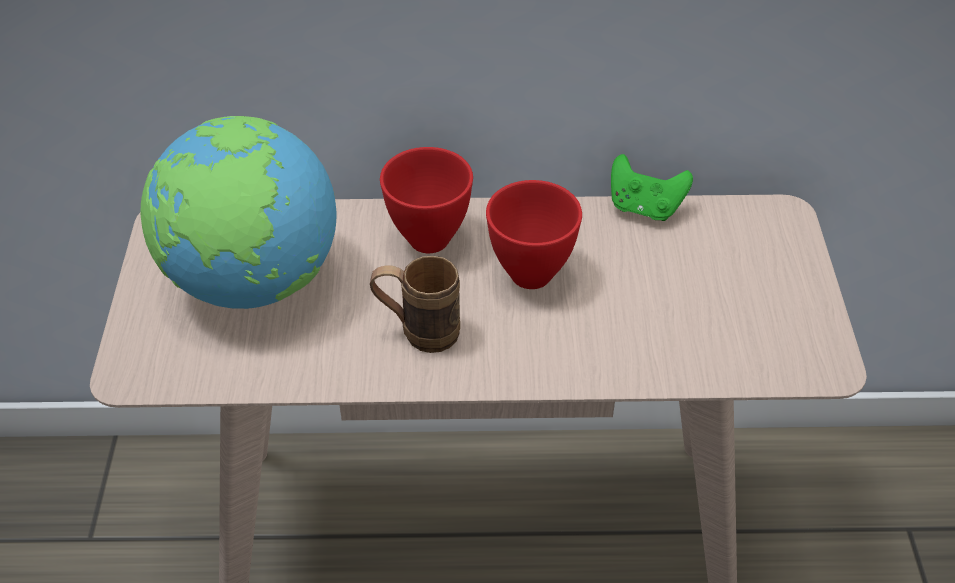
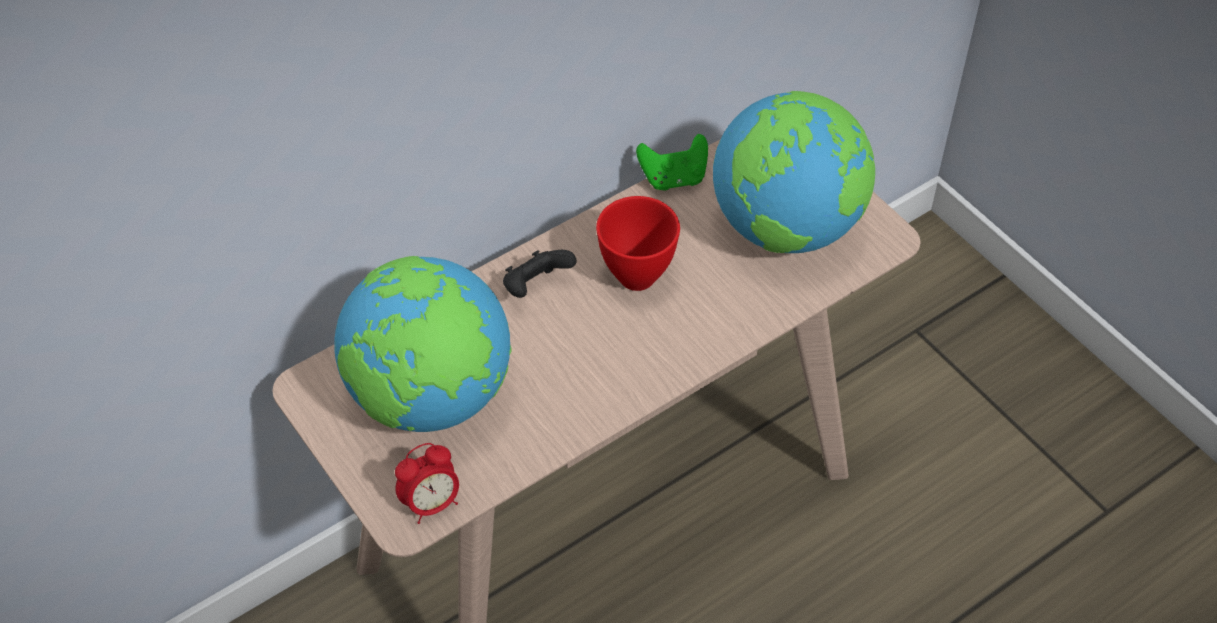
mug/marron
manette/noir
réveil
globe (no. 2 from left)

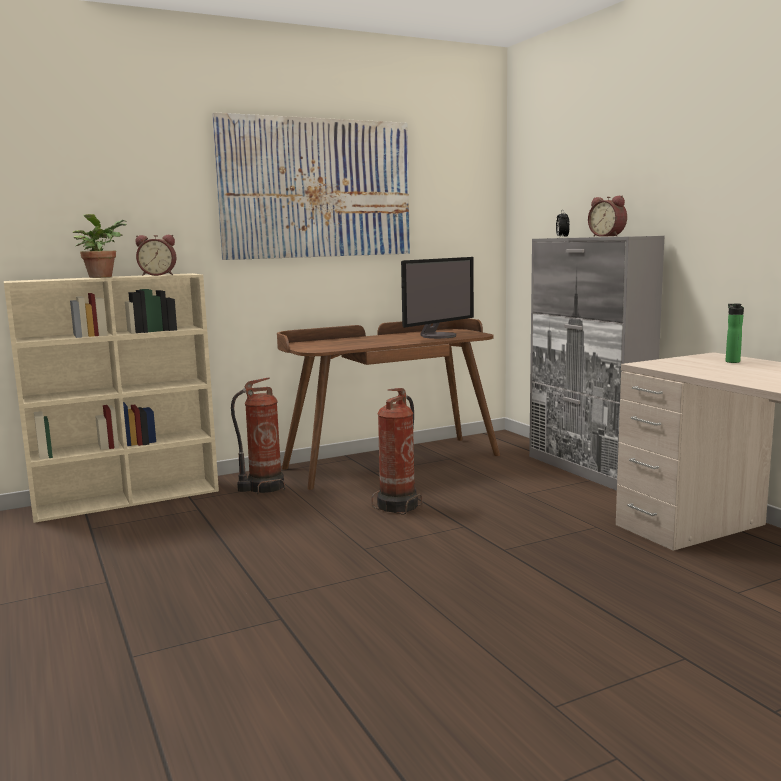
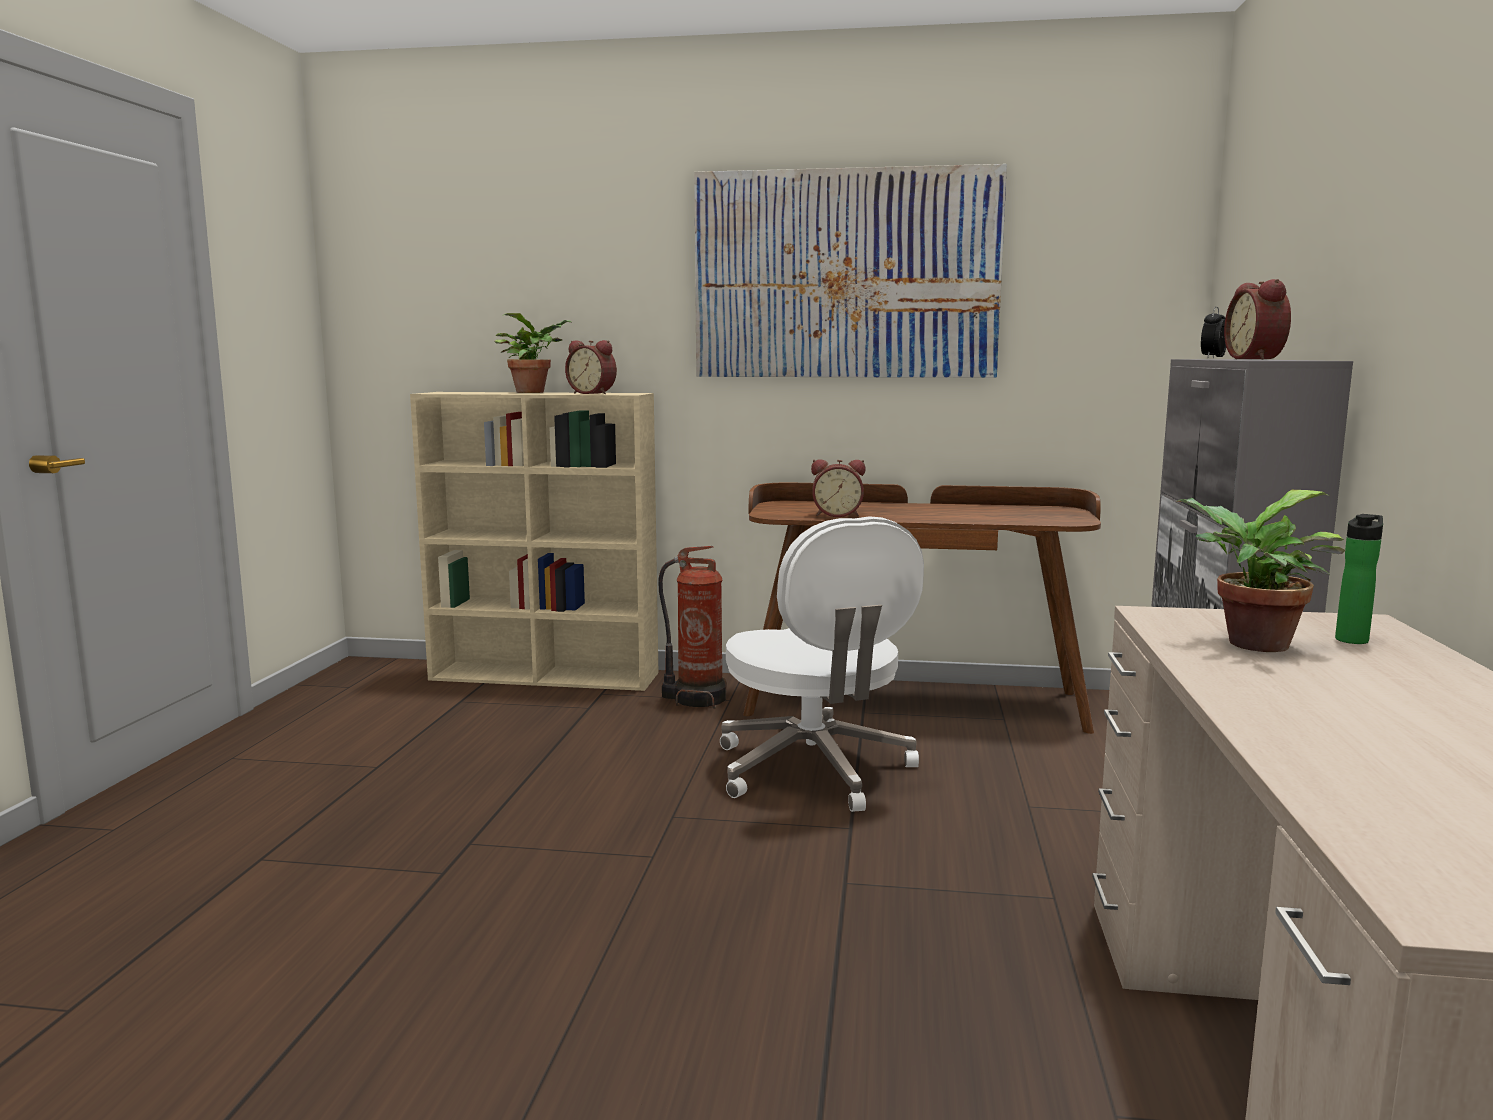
chaise de bureau/blanc
écran d'ordinateur
réveil (no. 2 from left)
plante en pot (no. 2 from left)

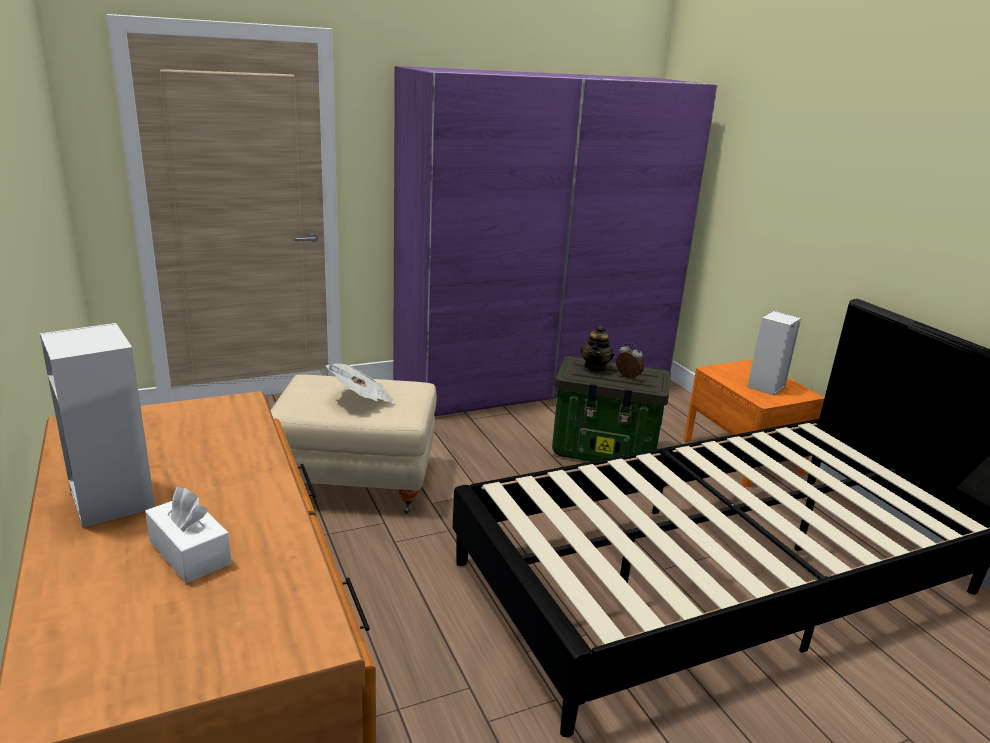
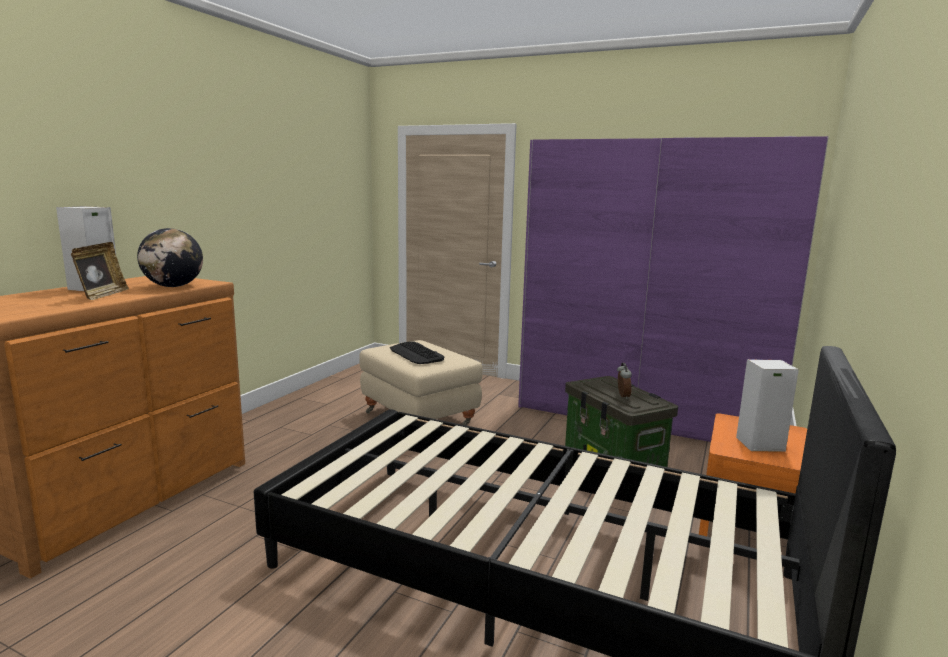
boîte à mouchoirs/blanc
clavier
théière
cadre photo
globe

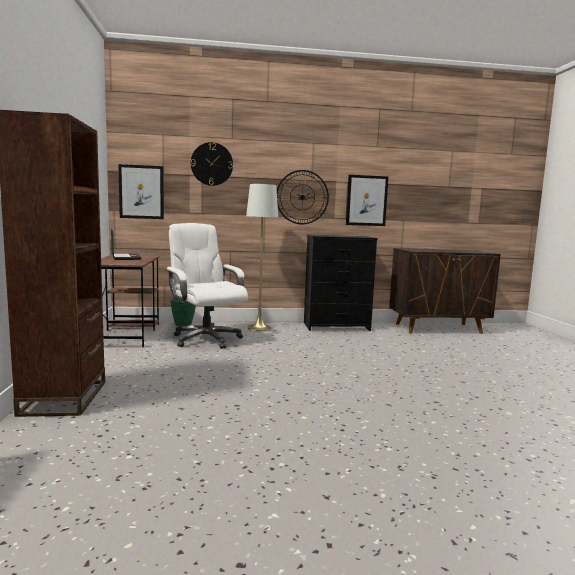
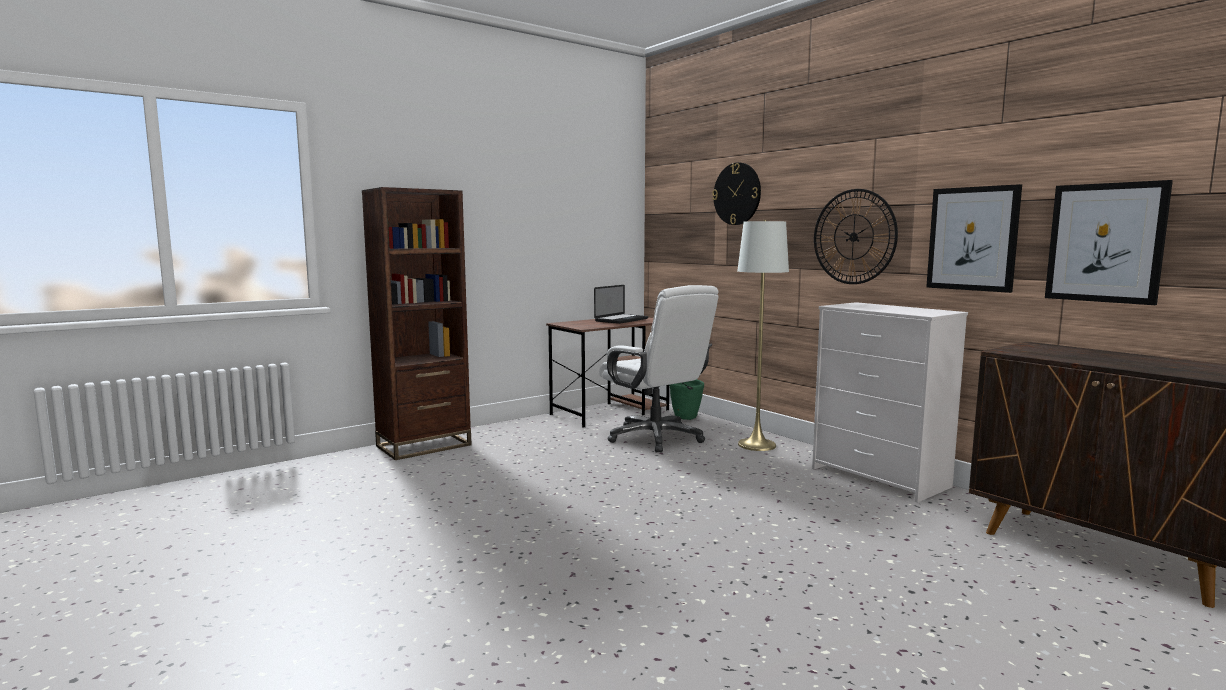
tableau (no. 2 from left)
chaise de bureau/blanc
commode/blanc

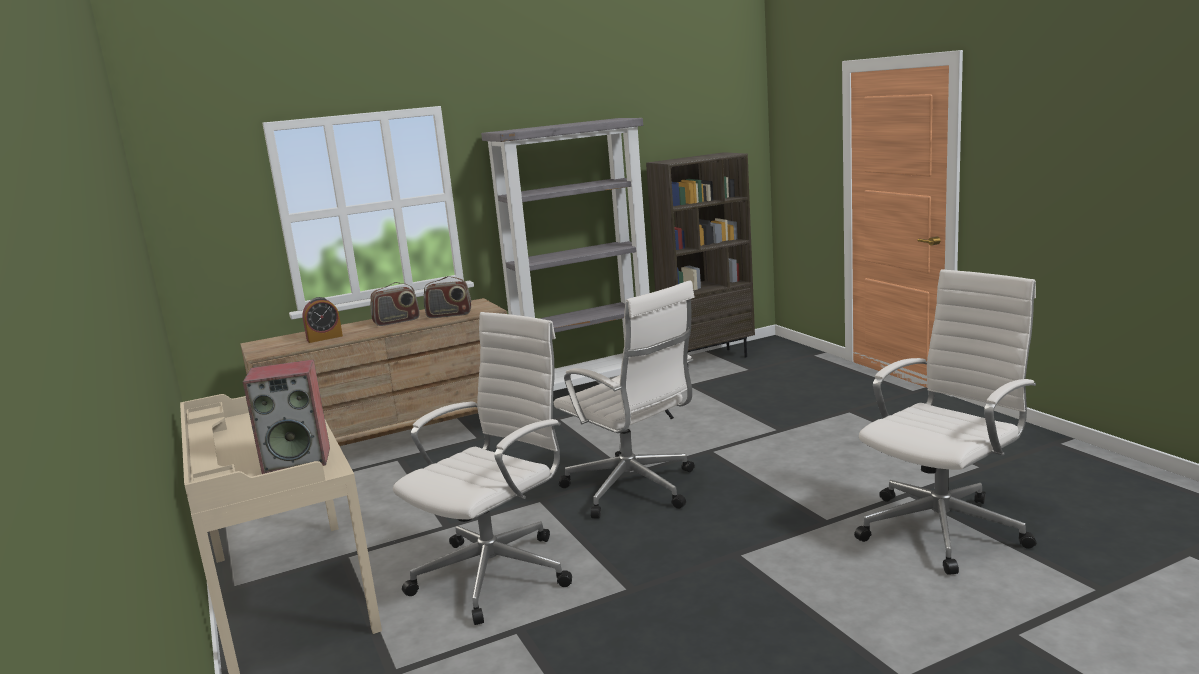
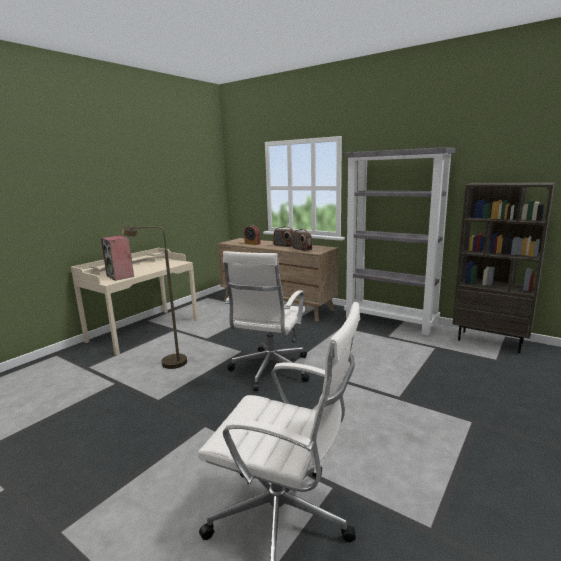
lampadaire/marron

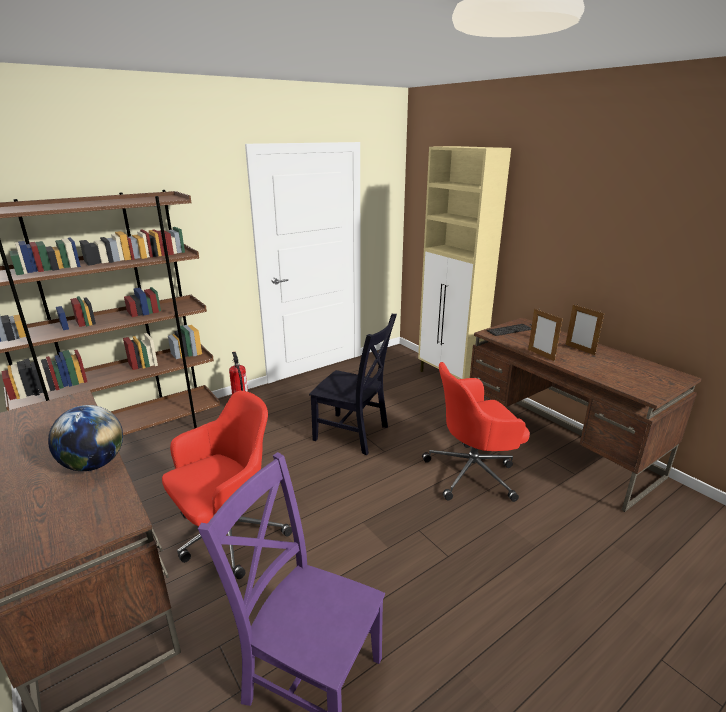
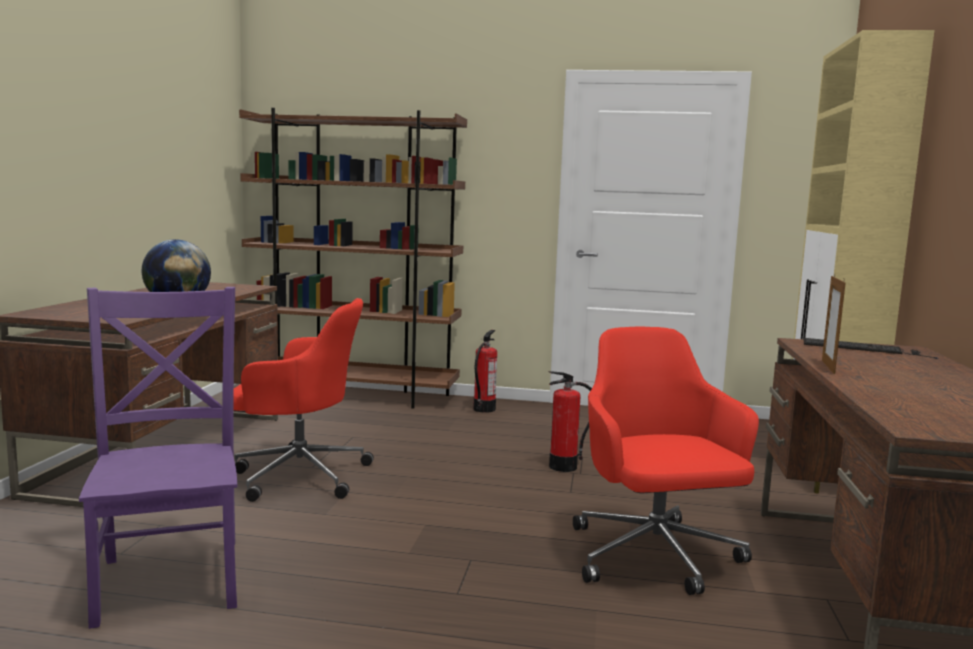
extincteur (no. 2 from left)
chaise de bureau/rouge (no. 2 from left)
cadre photo (no. 2 from left in the first image)

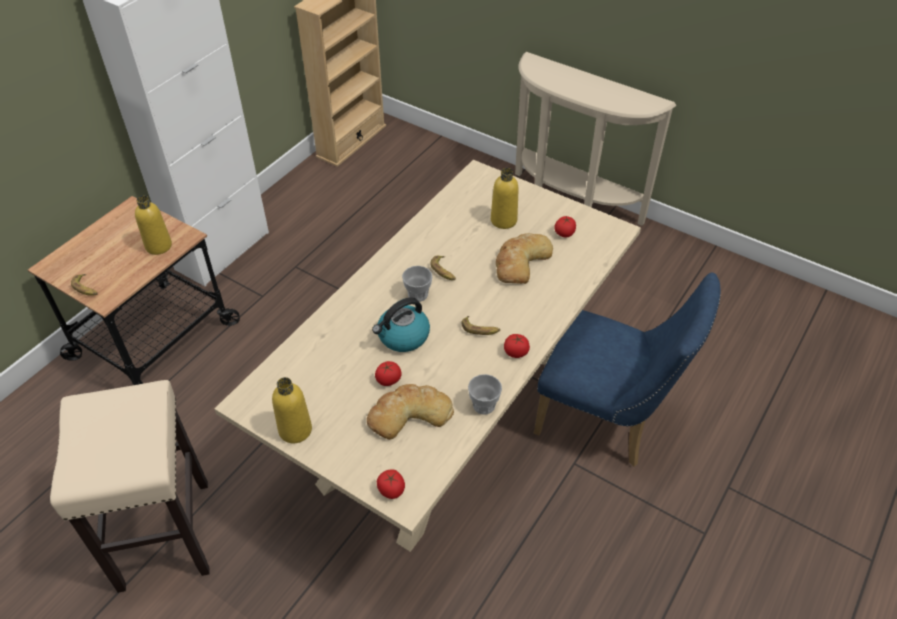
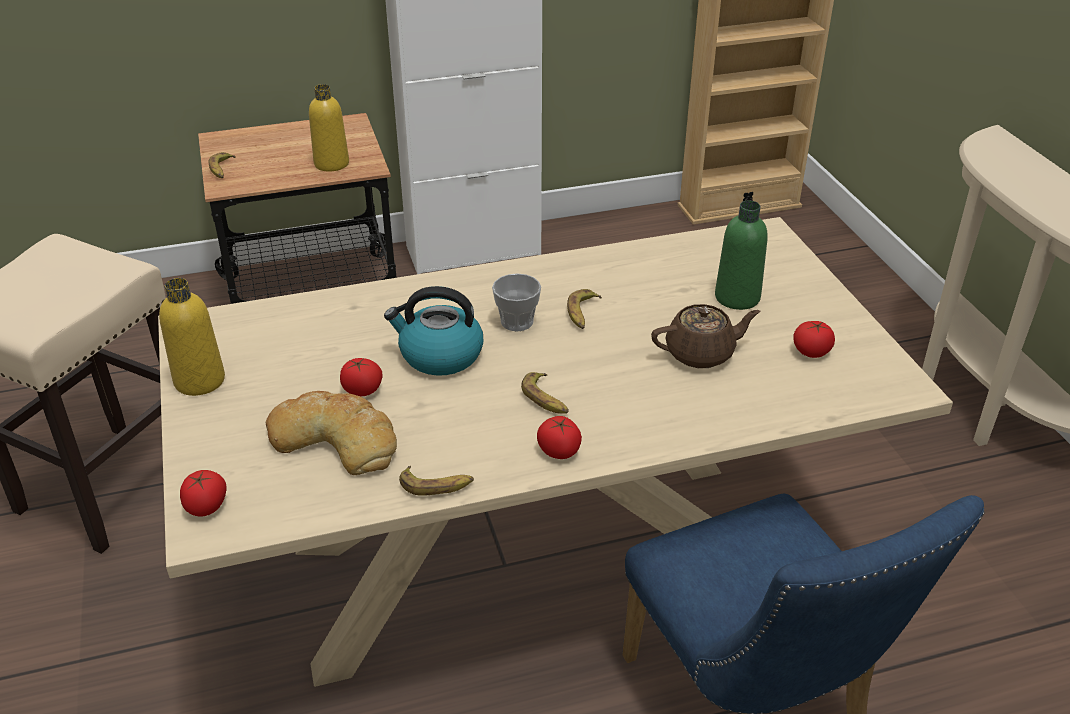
banane (no. 2 from left)
bouteille/vert
théière/marron

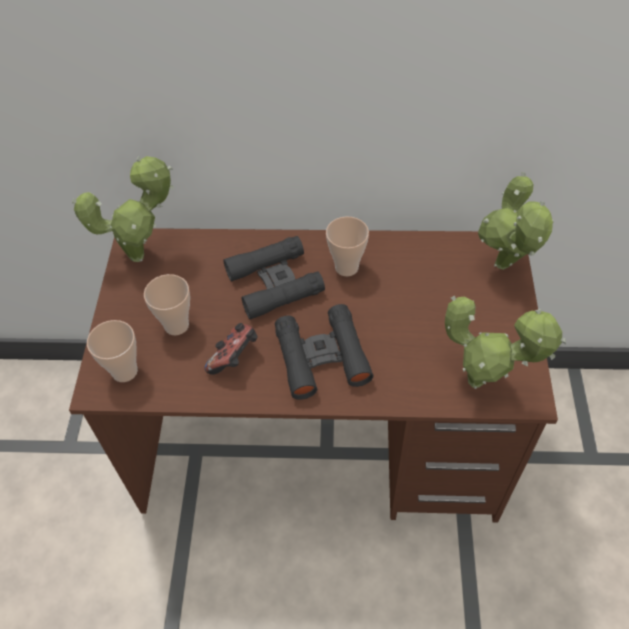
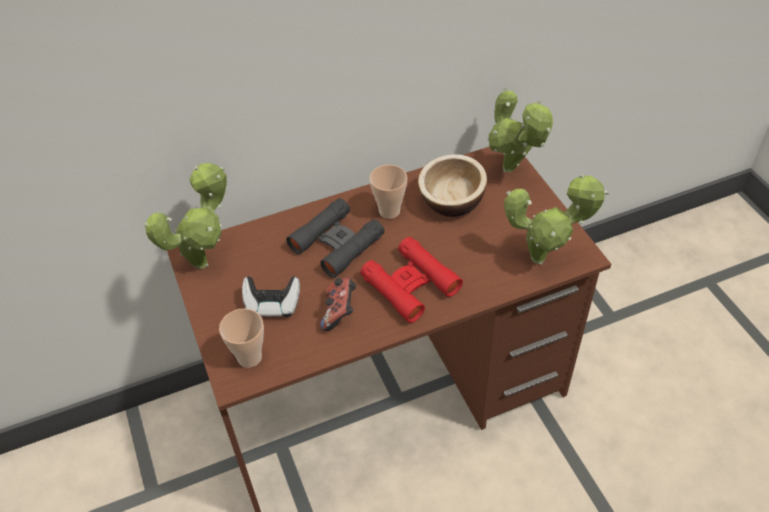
manette (no. 1 from left)
jumelles/rouge
bol

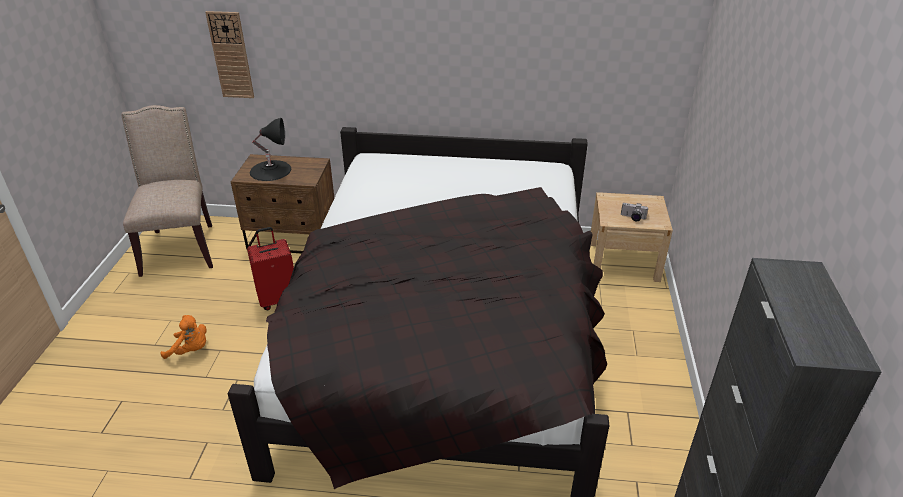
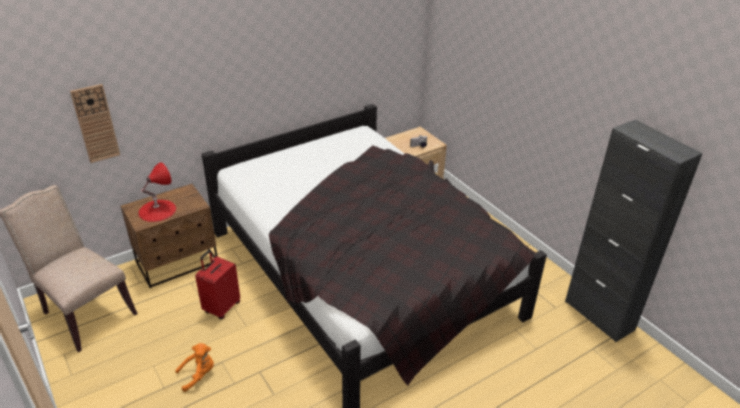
lampe de table/rouge

